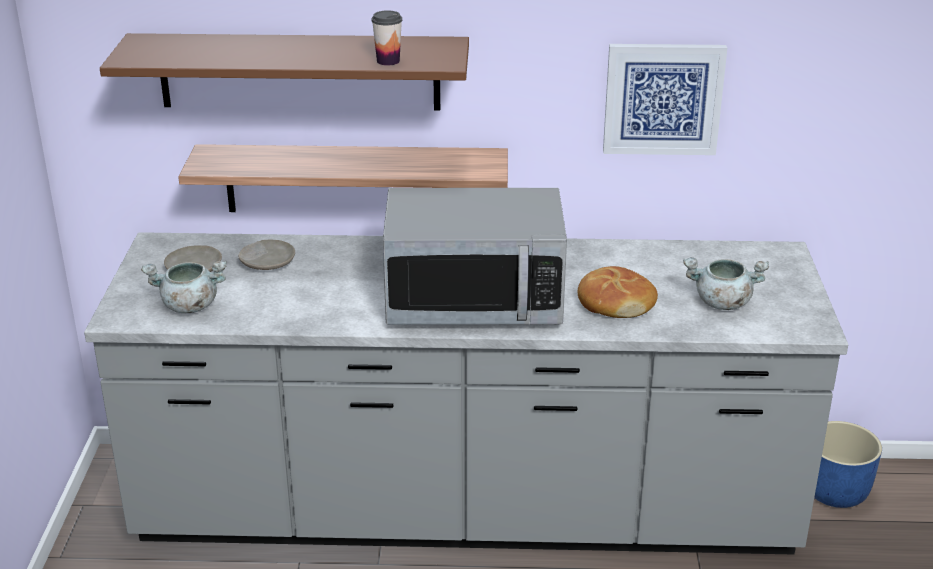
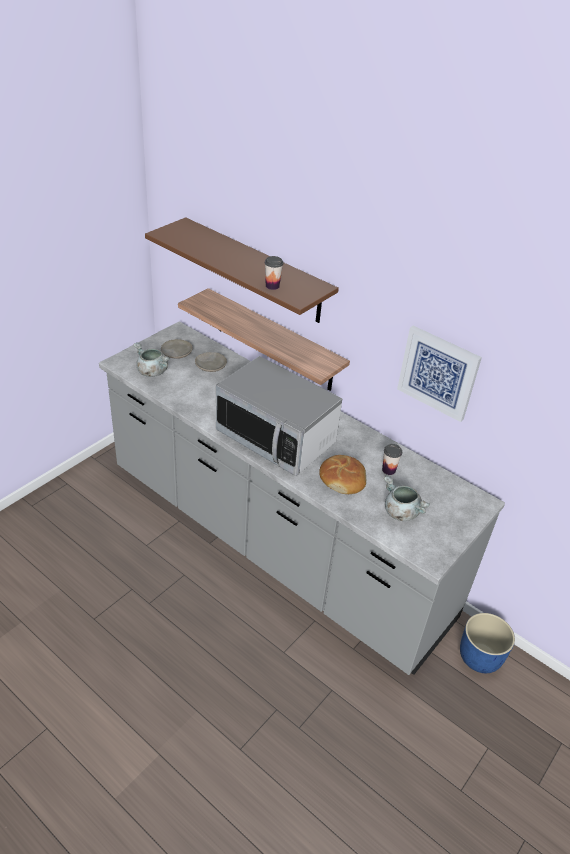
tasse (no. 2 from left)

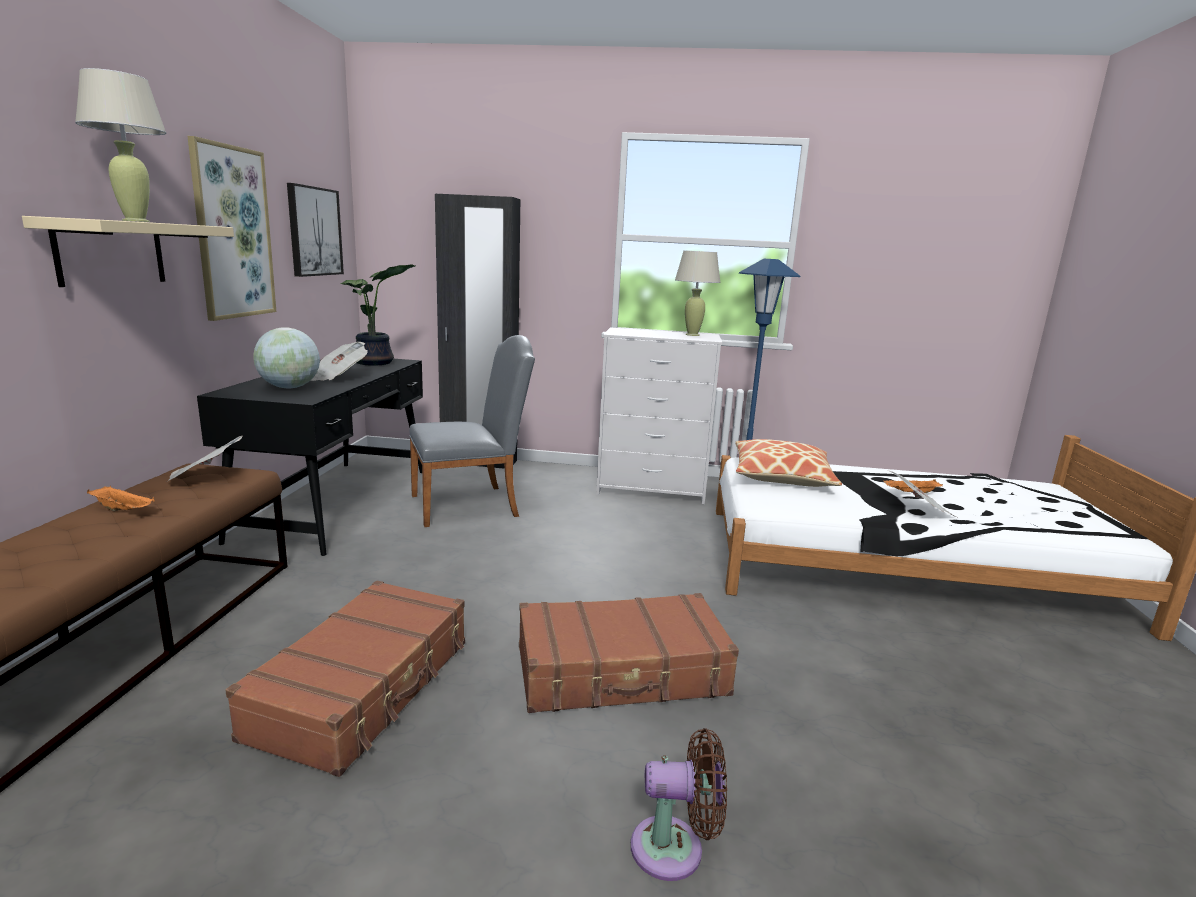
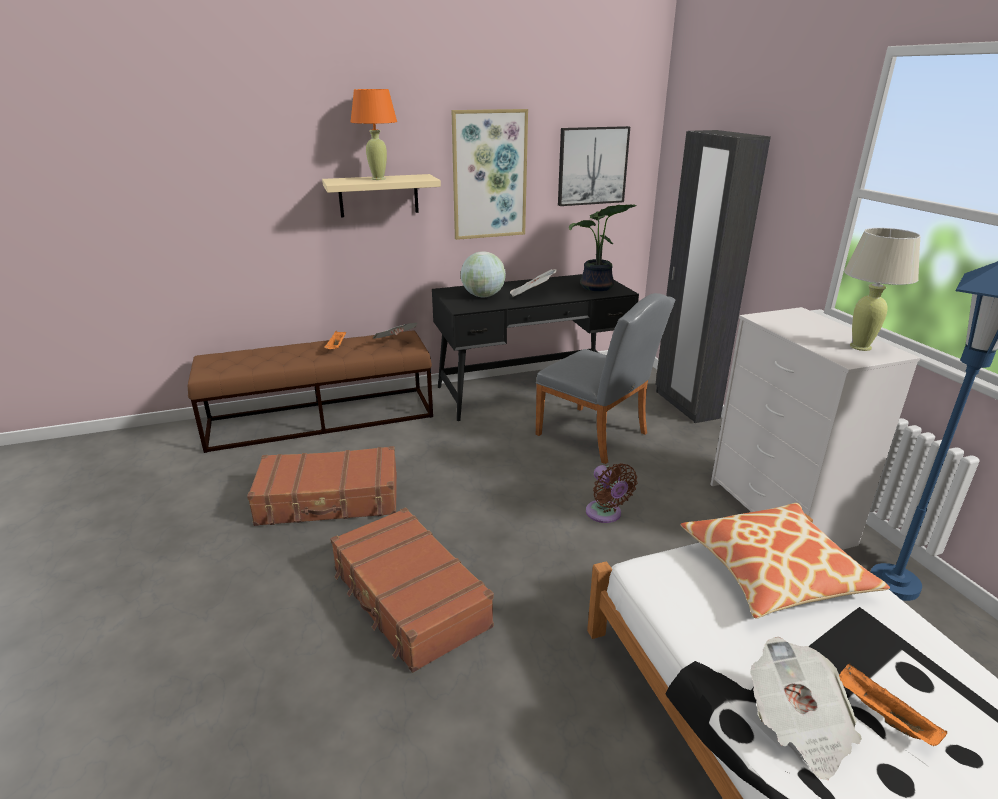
lampe de table/orange
ventilateur/marron

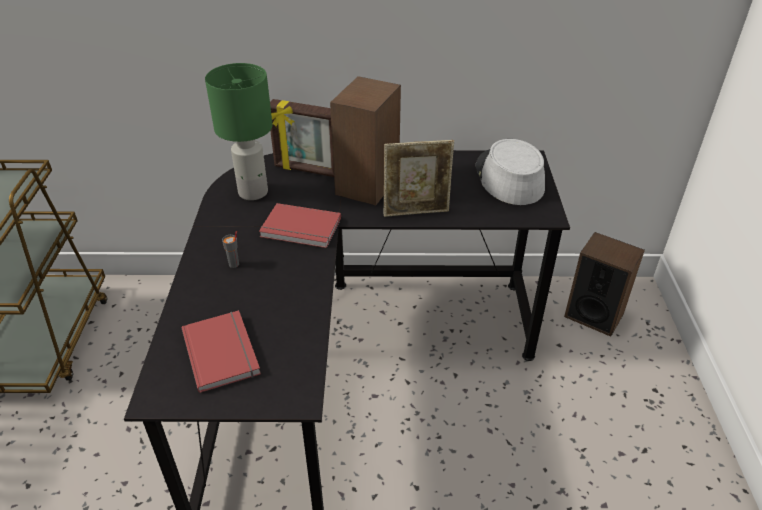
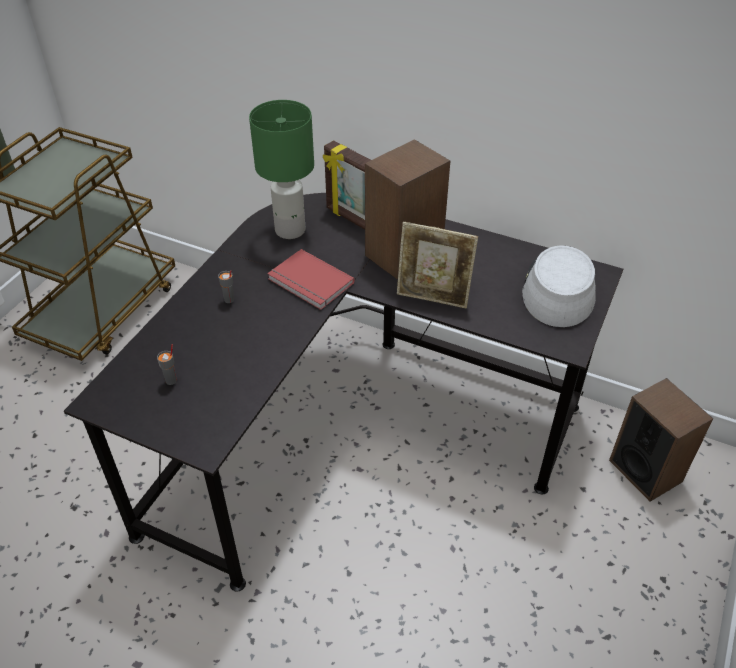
tasse/gris (no. 1 from left)

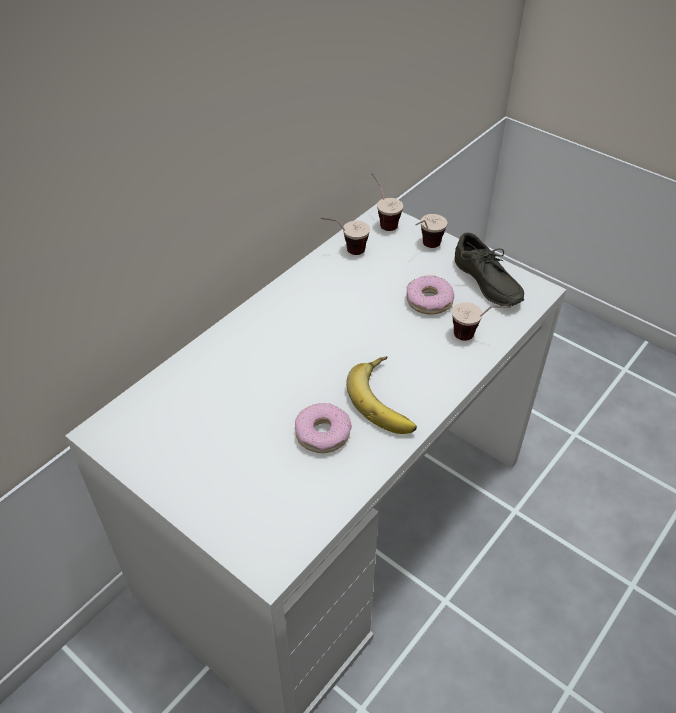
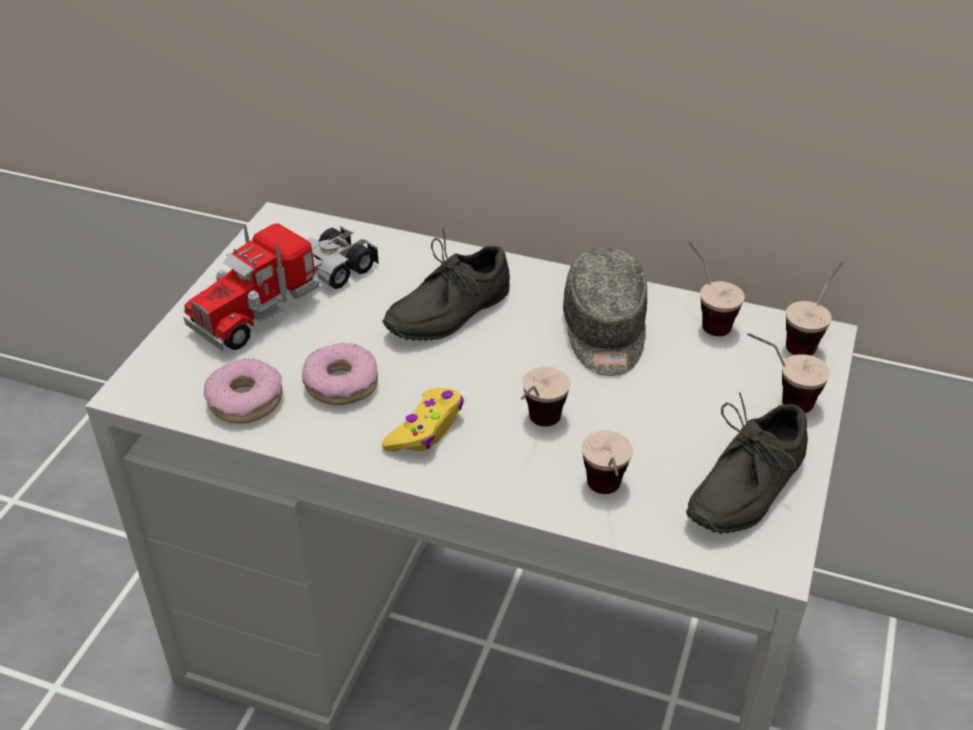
manette/jaune
beignet (no. 1 from left)
camion jouet
chaussure/gris (no. 1 from left)
tasse (no. 1 from left)
casquette/gris

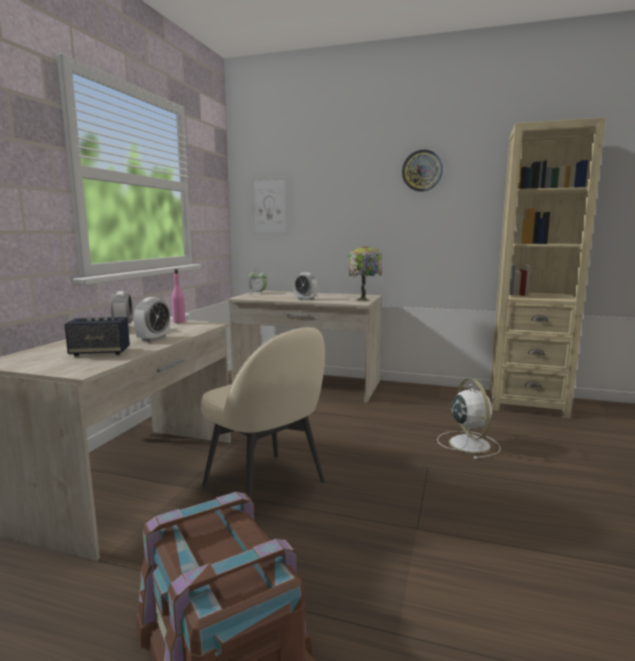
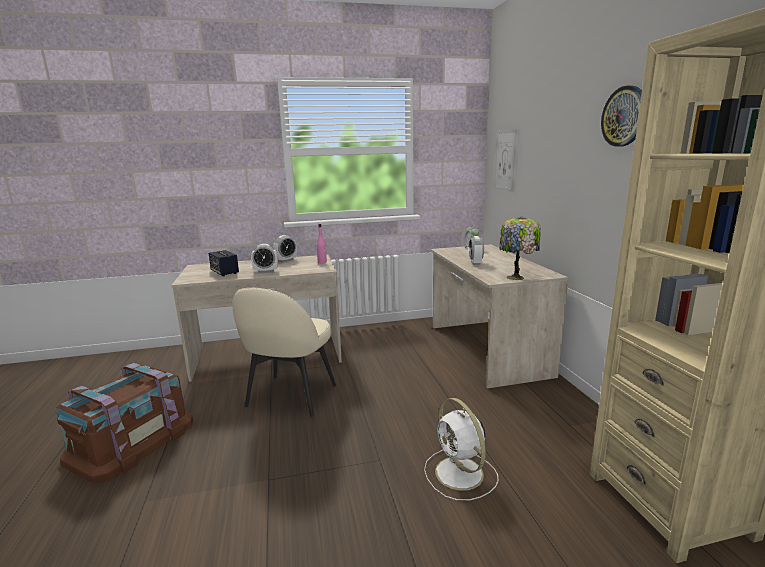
ventilateur/blanc

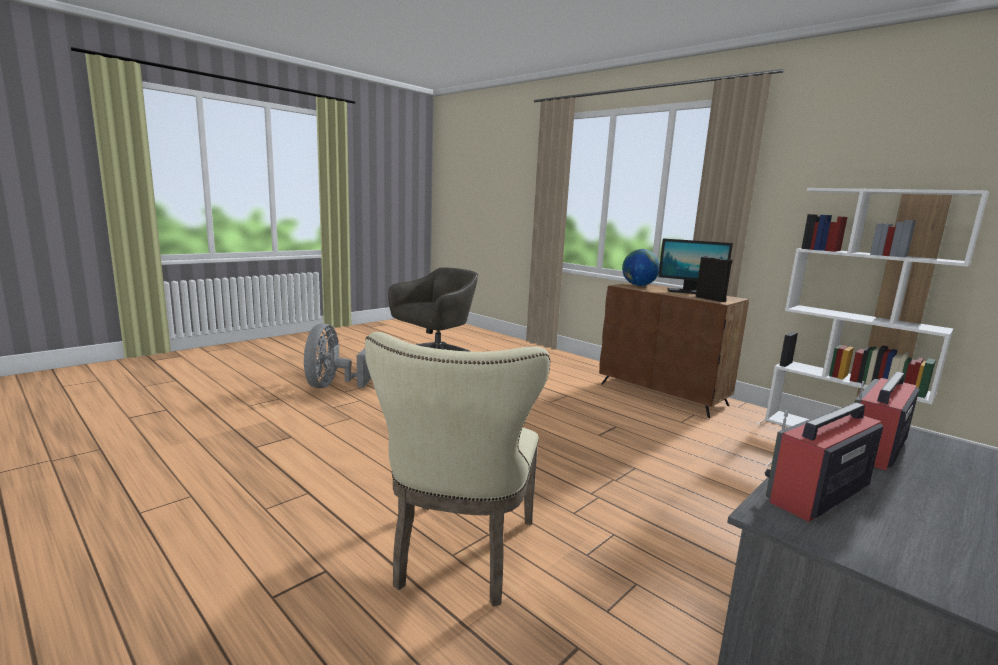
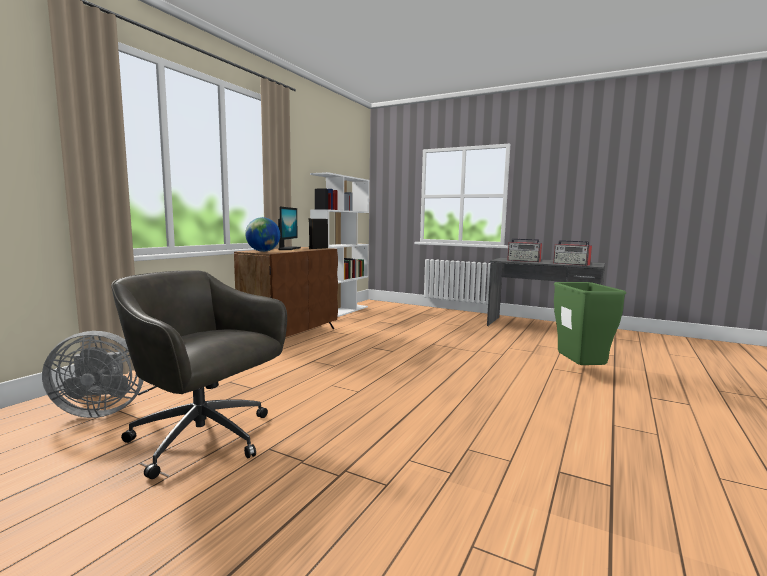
ventilateur/gris
poubelle/vert

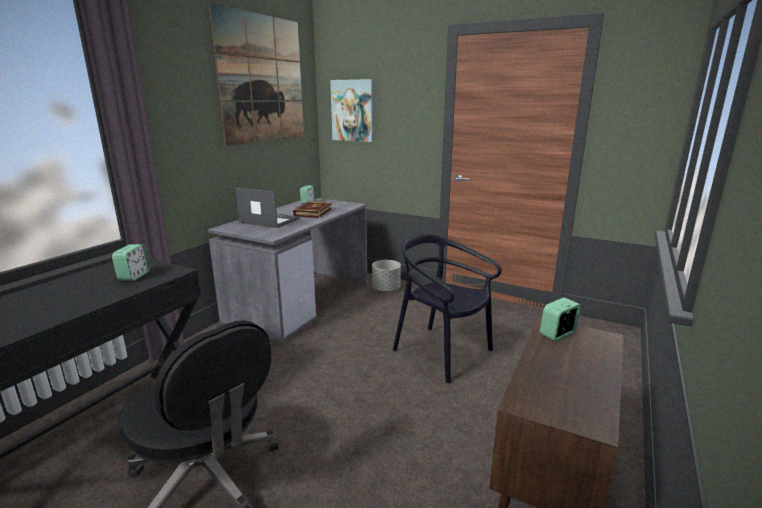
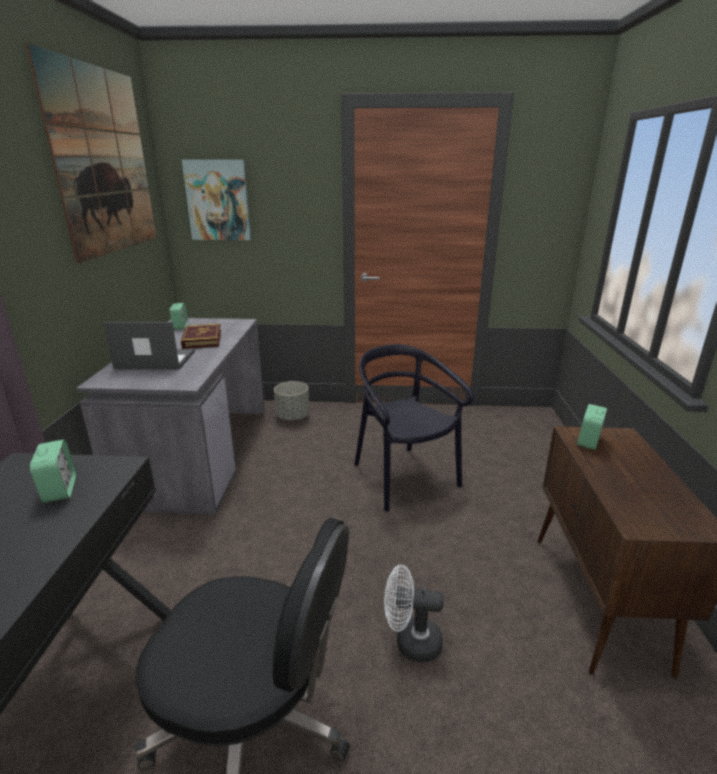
chaise/noir
ventilateur/blanc

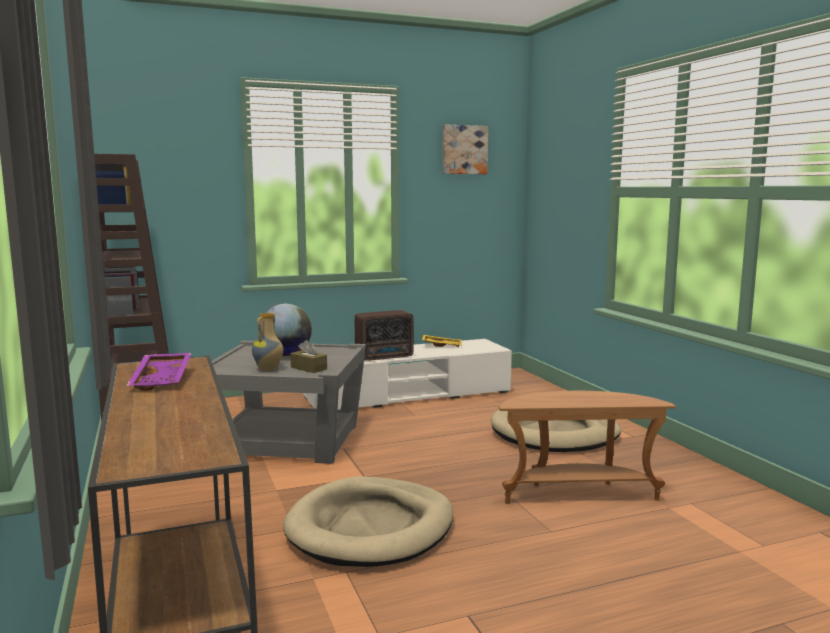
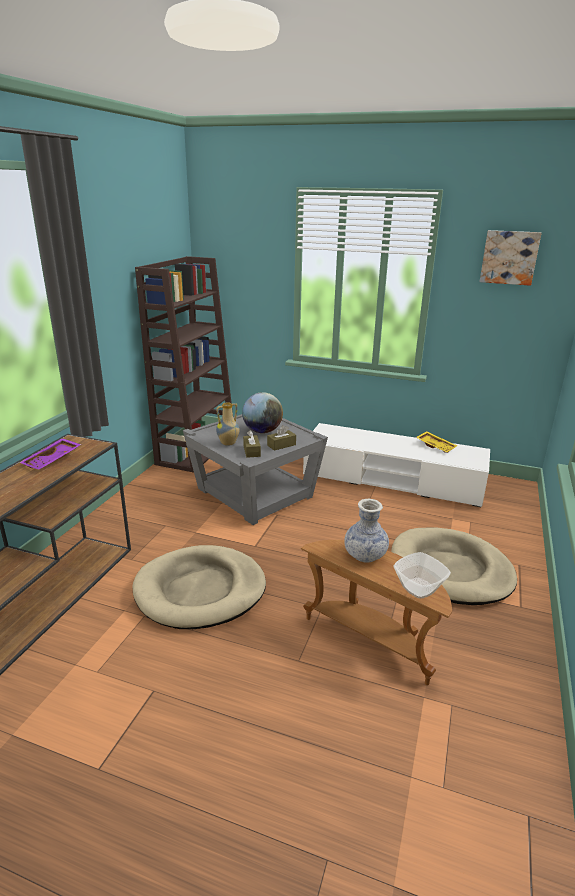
radio
boîte à mouchoirs/marron (no. 2 from left)
vase (no. 2 from left)
bol

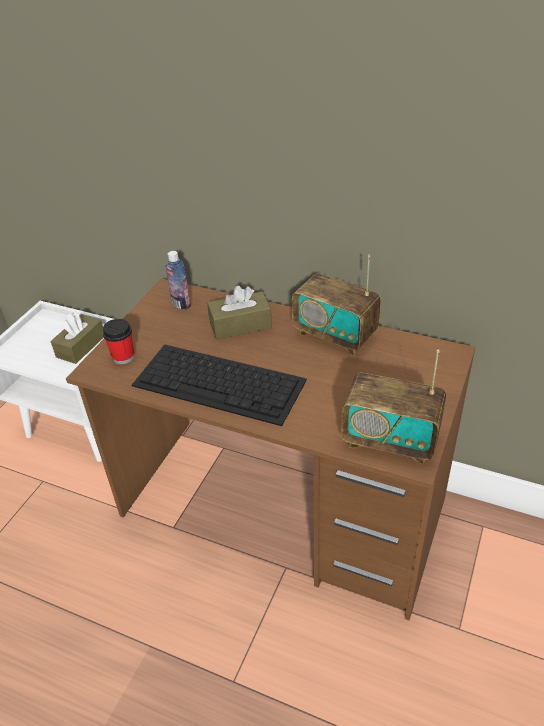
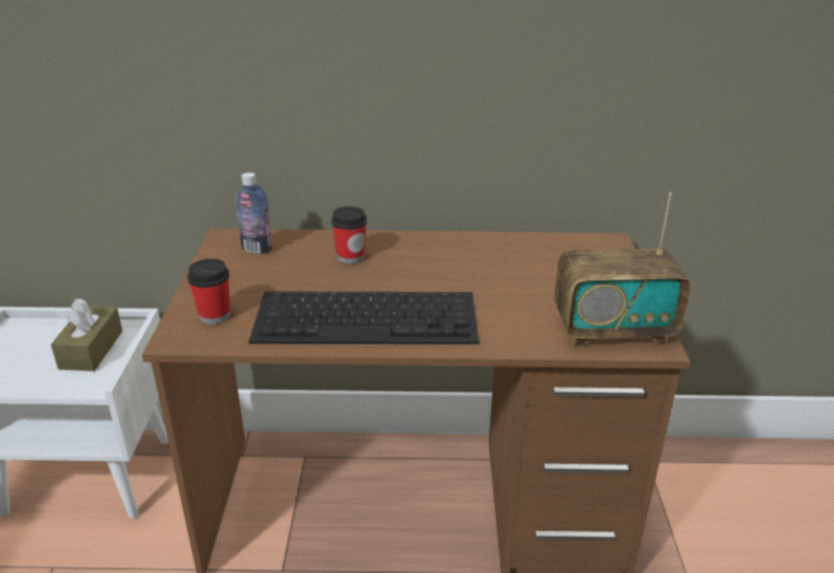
tasse (no. 2 from left)
radio (no. 1 from left in the first image)

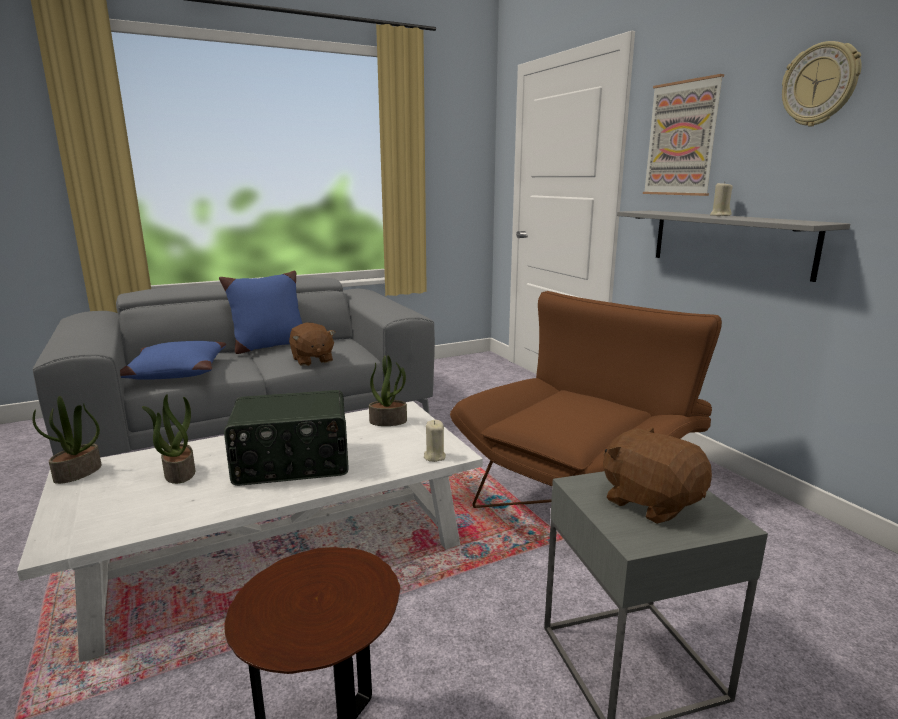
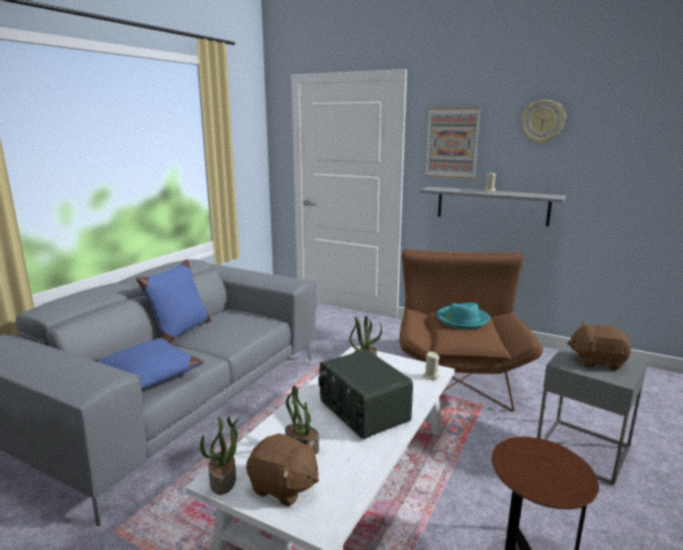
radio
peluche/marron (no. 1 from left)
chapeau/turquoise

